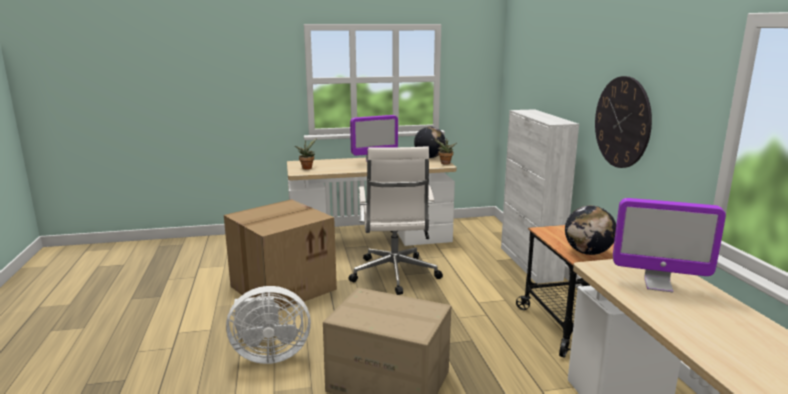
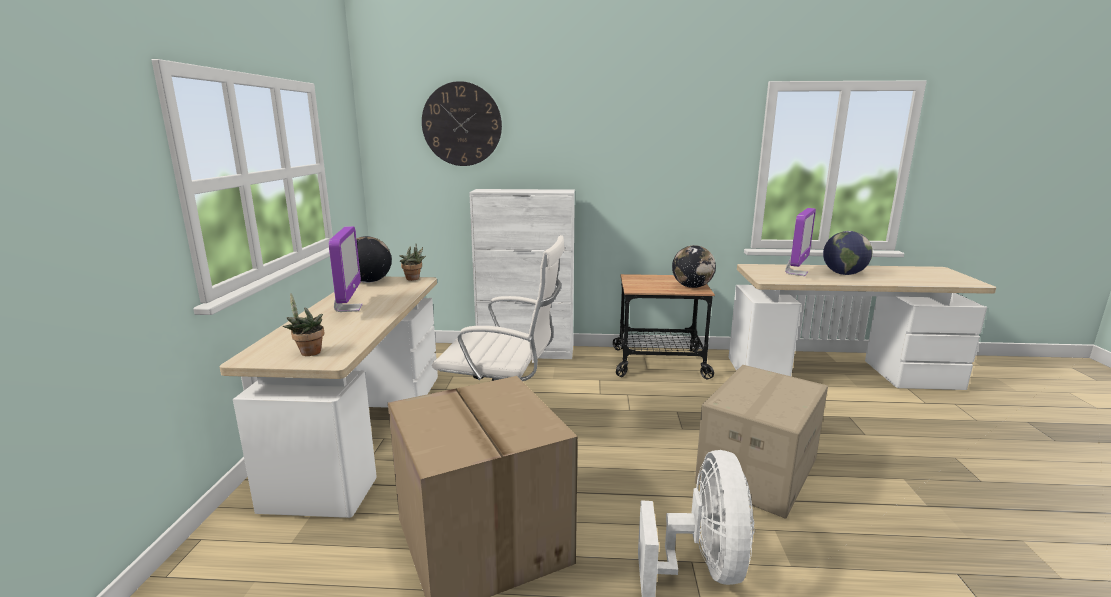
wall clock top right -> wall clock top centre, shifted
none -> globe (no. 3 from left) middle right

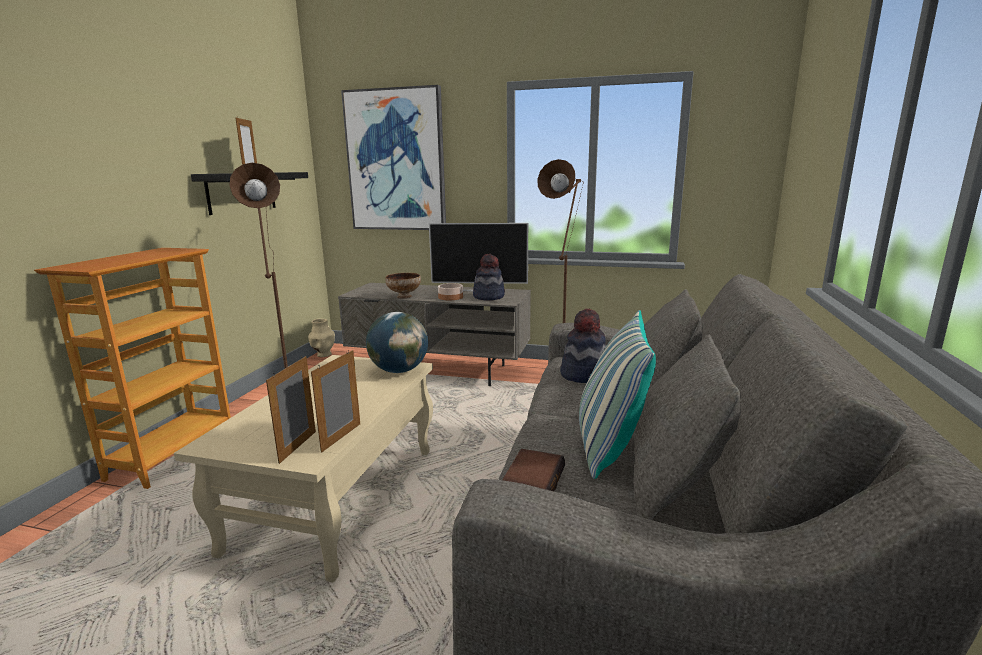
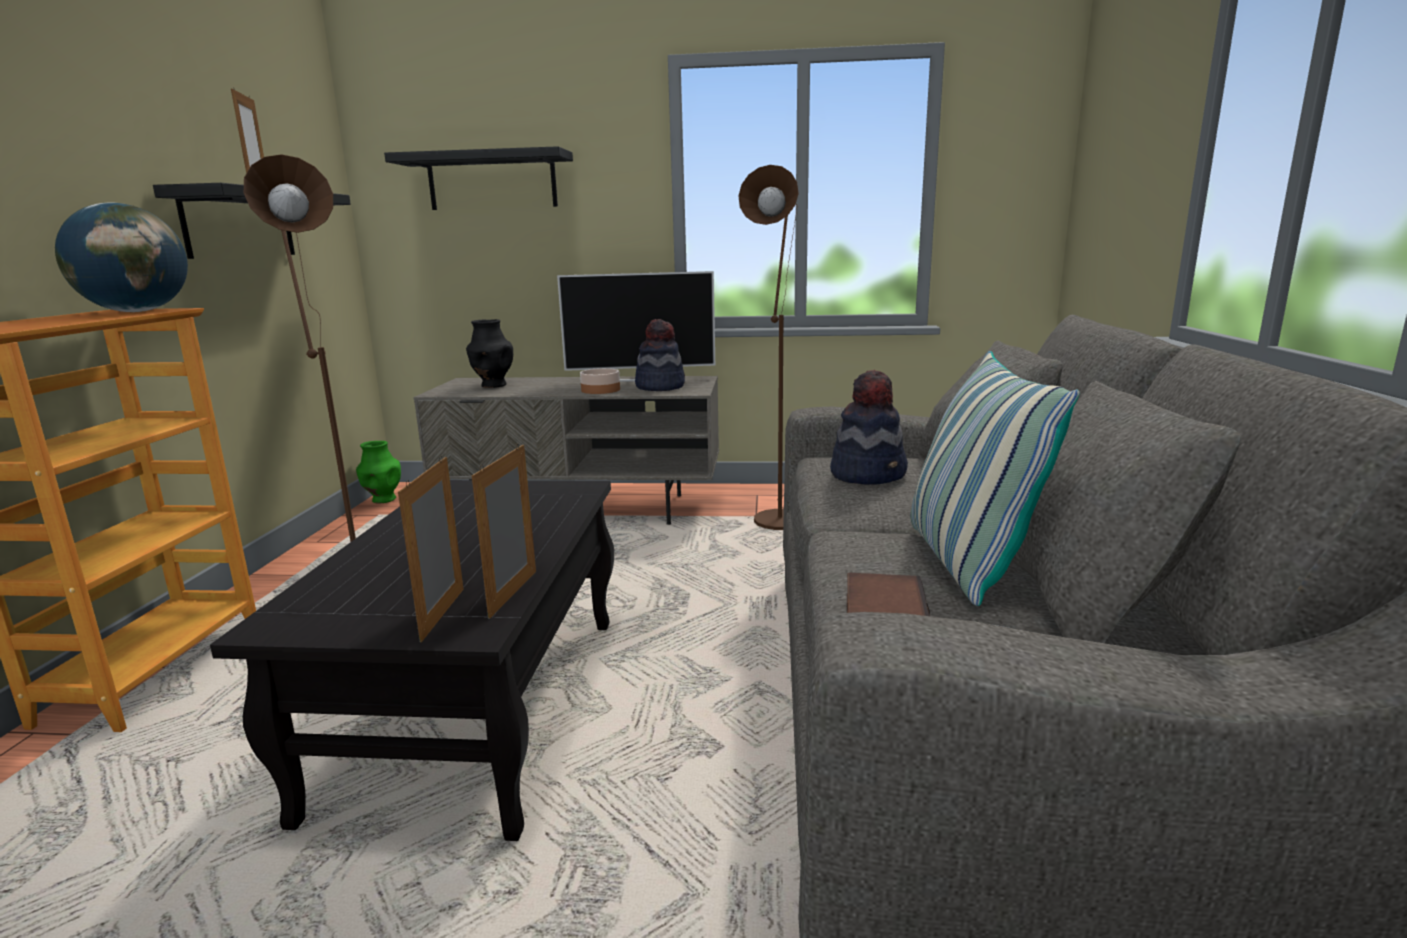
picture top centre -> black shelf (no. 2 from left) top centre
bowl (no. 1 from left) centre -> none
globe centre -> globe top left, shifted
beige vase middle left -> green vase middle left
beige coffee table bottom left -> black coffee table bottom left
none -> black vase centre

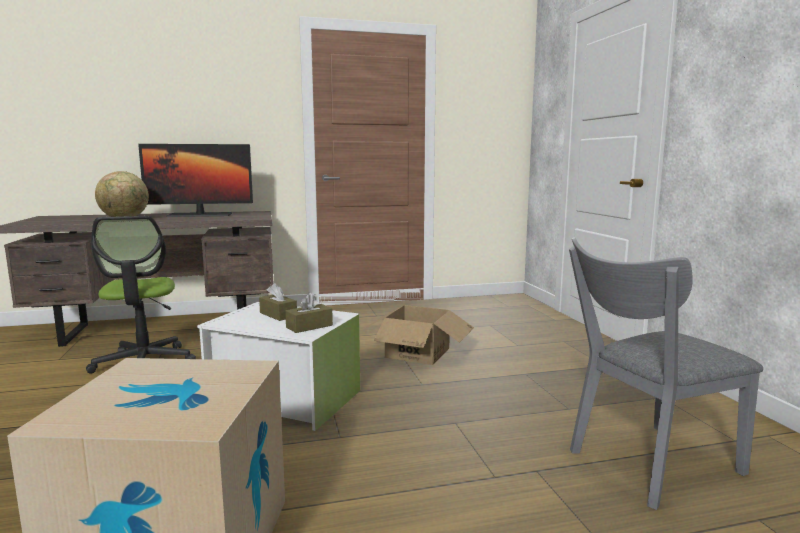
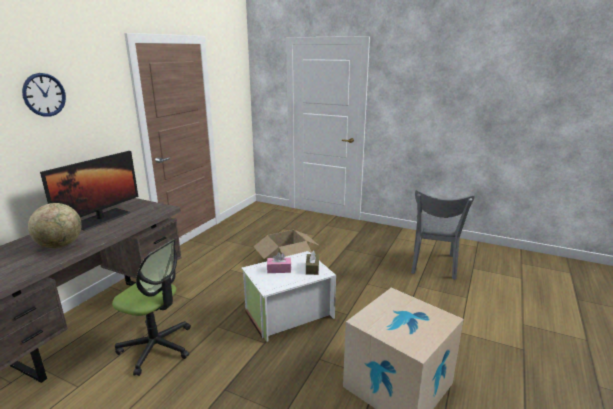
brown tissue box (no. 1 from left) centre -> pink tissue box centre
none -> wall clock top left

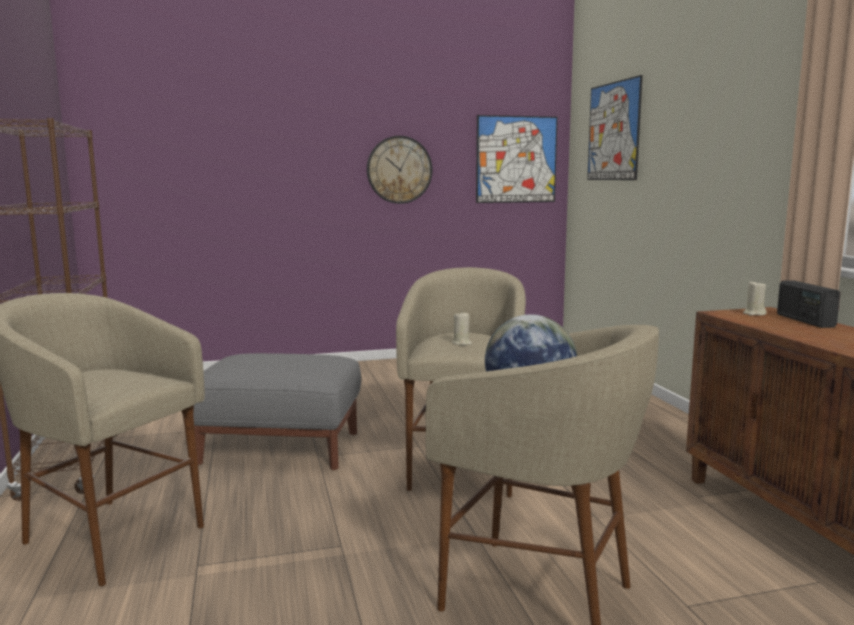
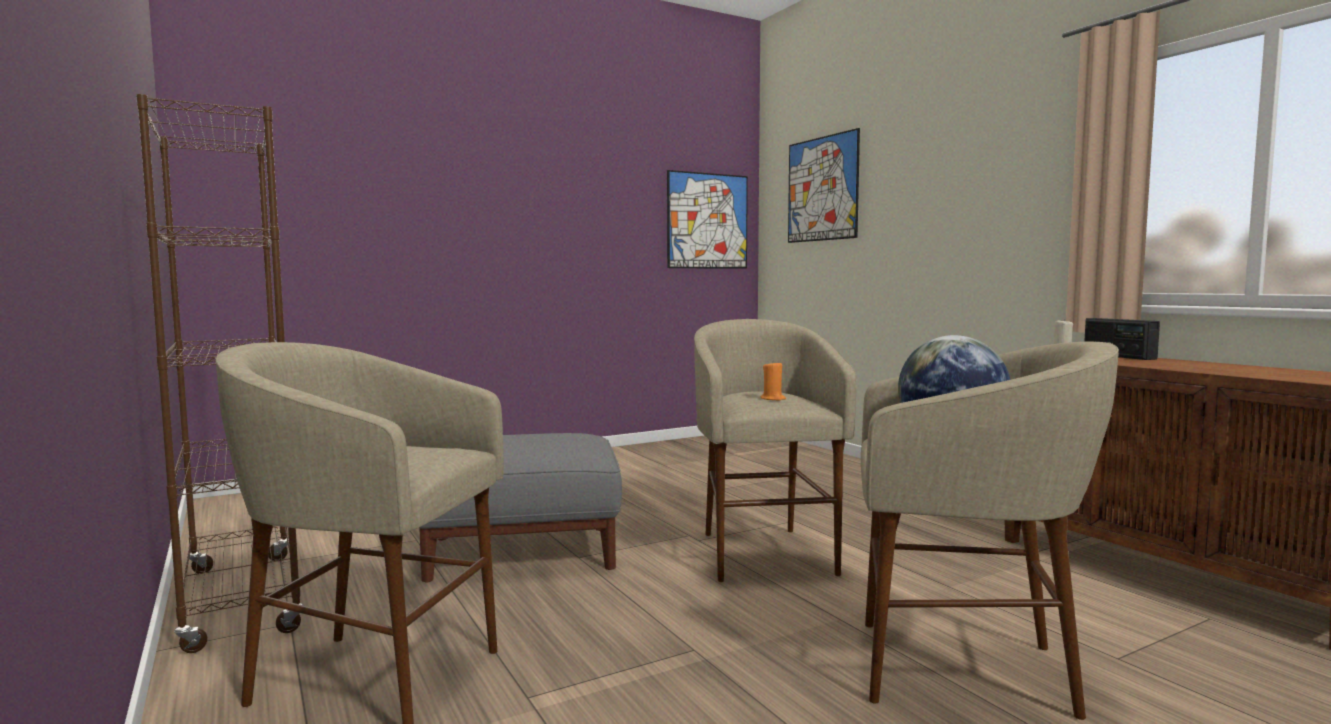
wall clock top centre -> none
beige candle (no. 1 from left) centre -> orange candle centre

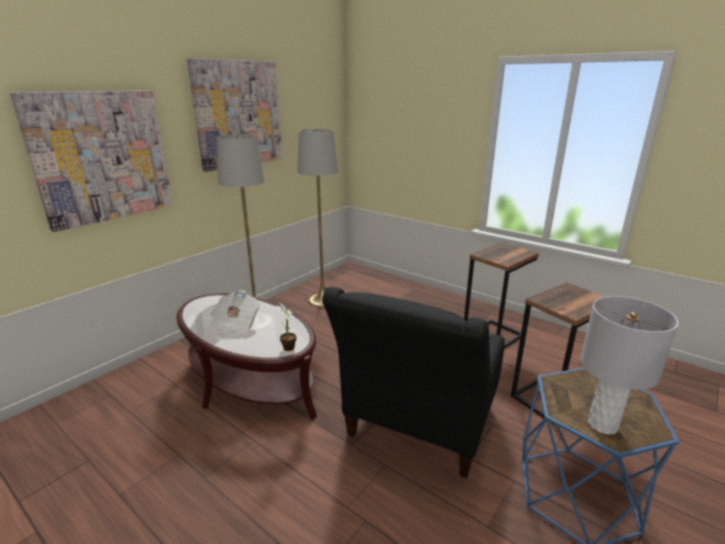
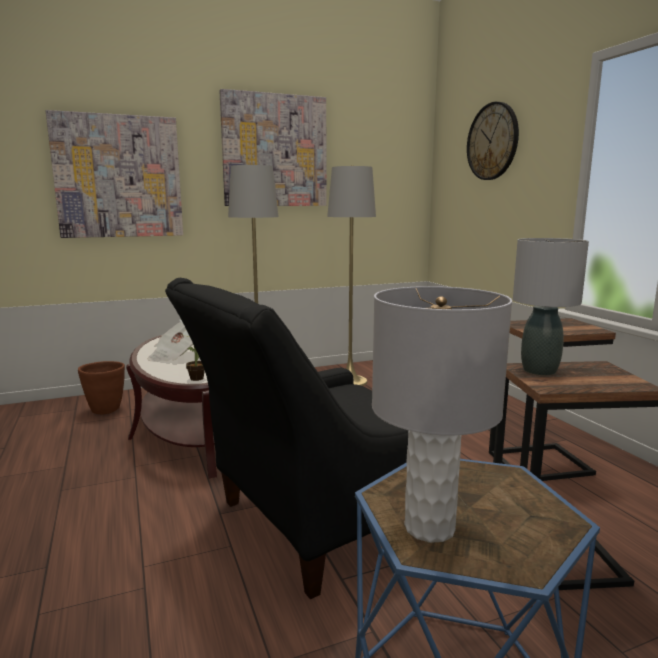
none -> wall clock top right
none -> grey table lamp (no. 2 from left) middle right
none -> brown planter middle left

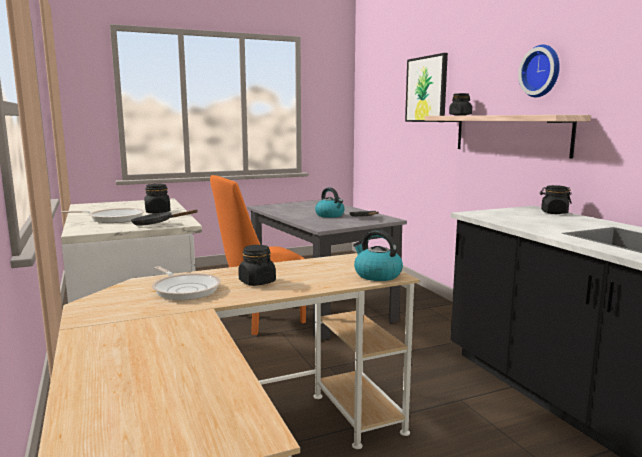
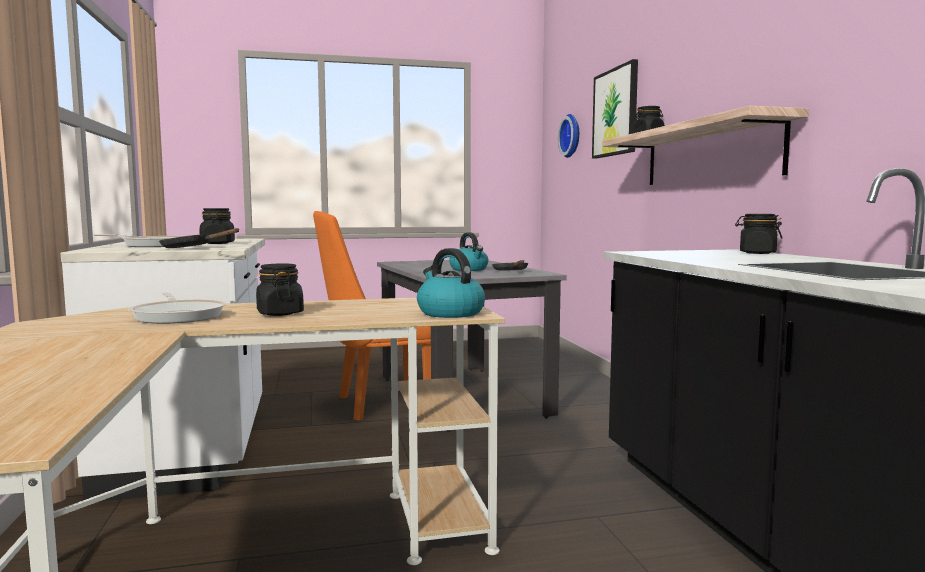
wall clock top right -> wall clock top centre, shifted

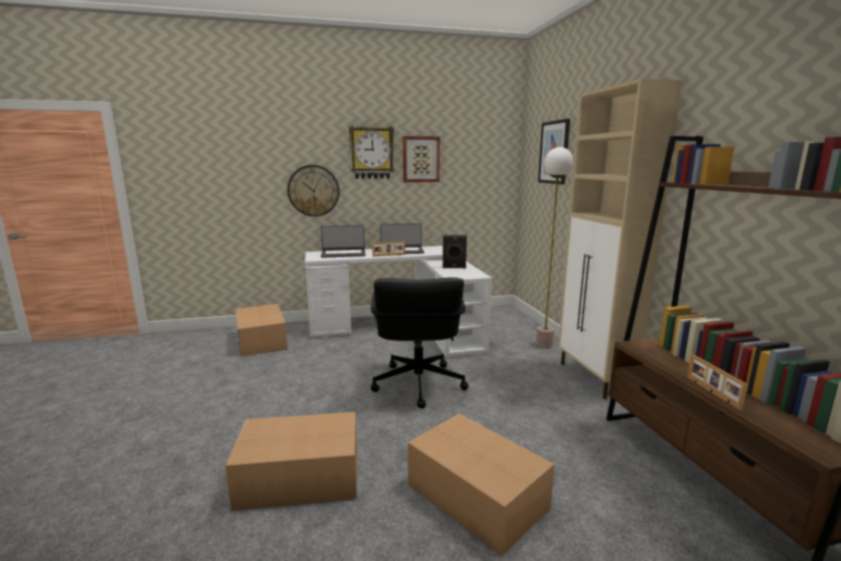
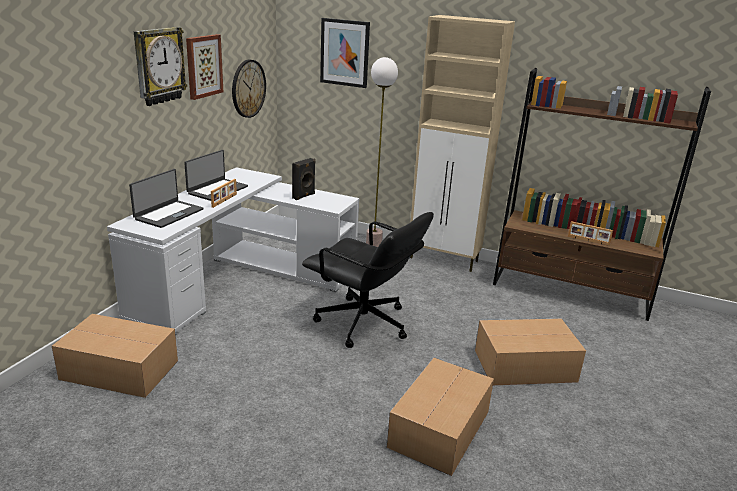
wall clock (no. 1 from left in the first image) centre -> wall clock (no. 2 from left) top centre, shifted

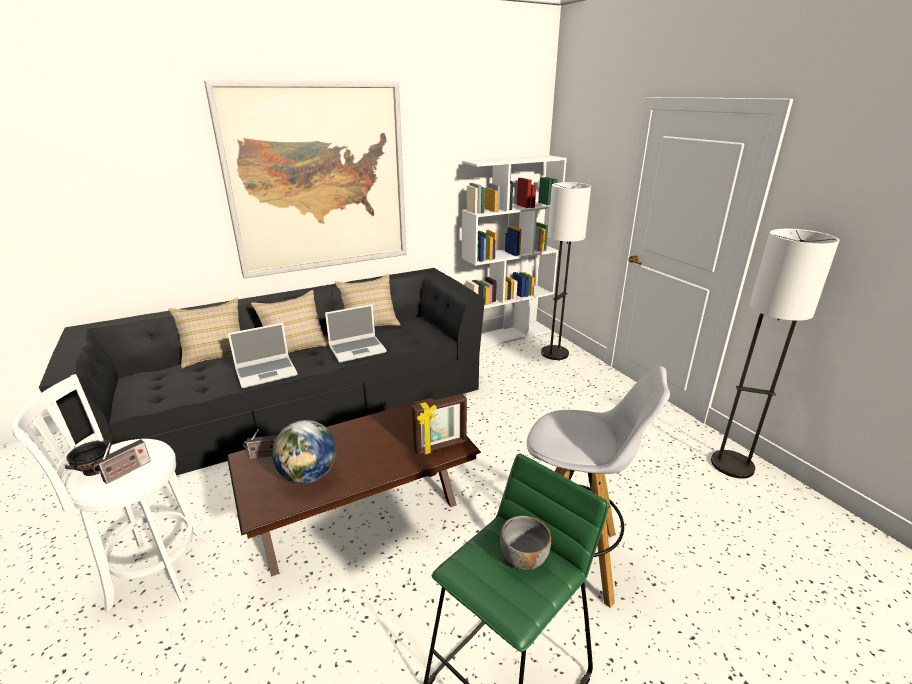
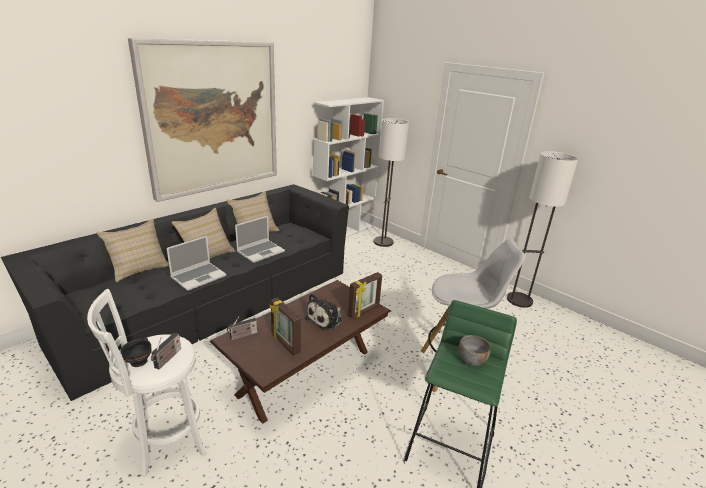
globe centre -> picture frame (no. 1 from left) bottom centre
none -> plush toy centre

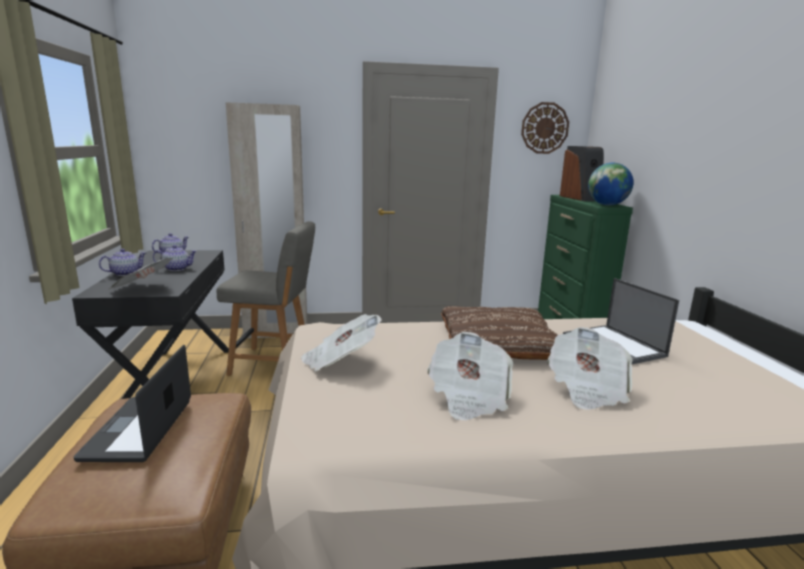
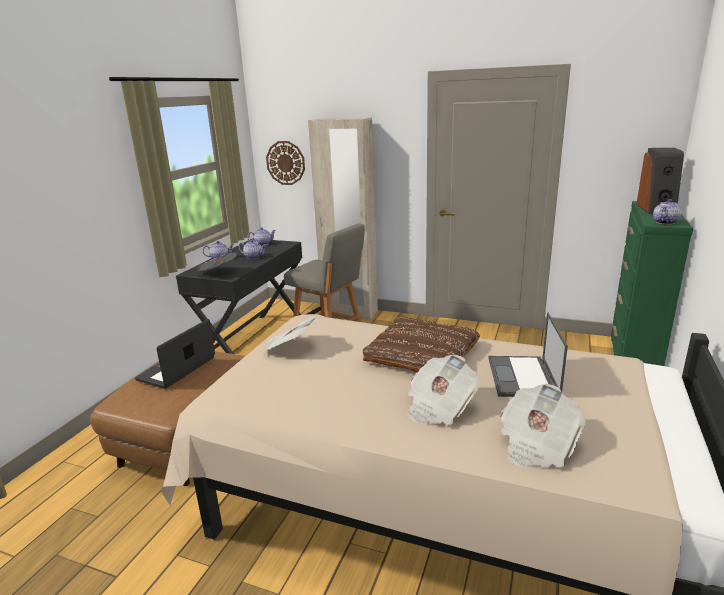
wall clock top right -> wall clock top centre, shifted
globe top right -> teapot (no. 4 from left) middle right
newspaper (no. 3 from left in the first image) centre -> newspaper (no. 4 from left) bottom right, shifted

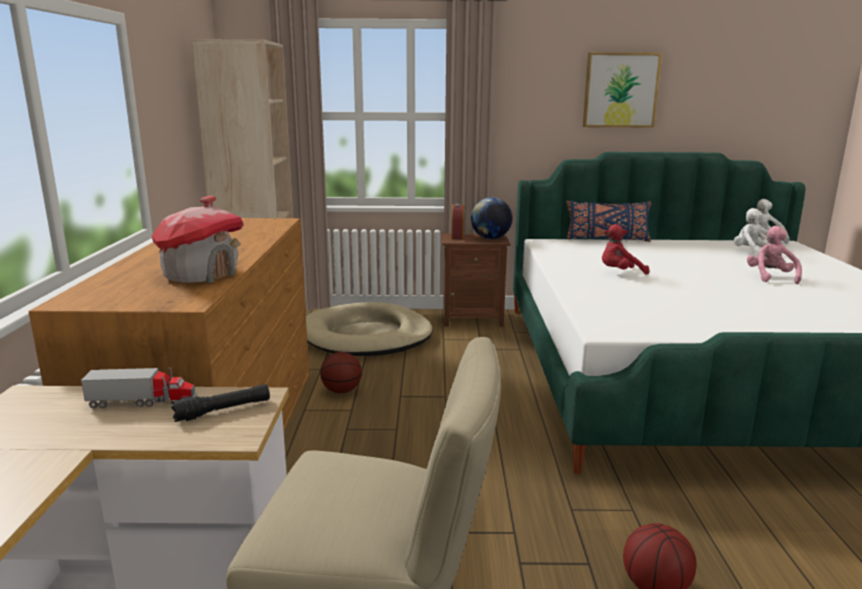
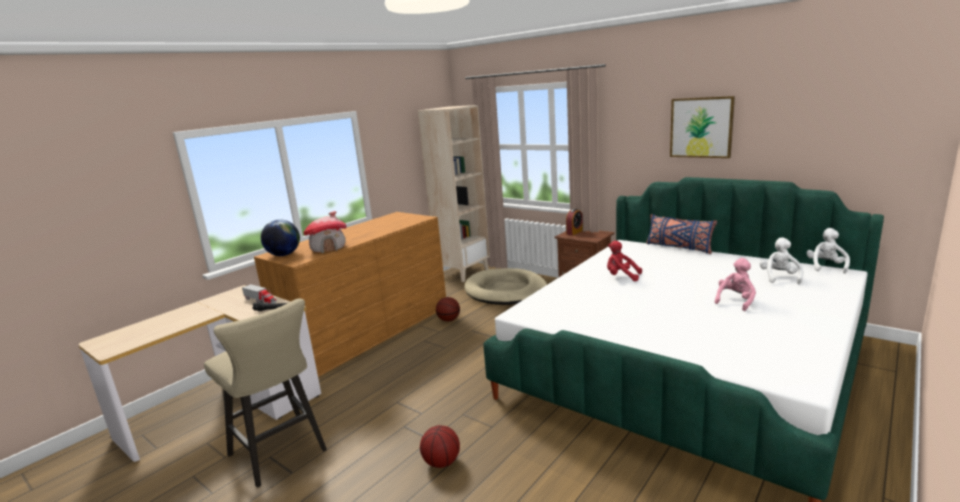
globe centre -> globe middle left, shifted

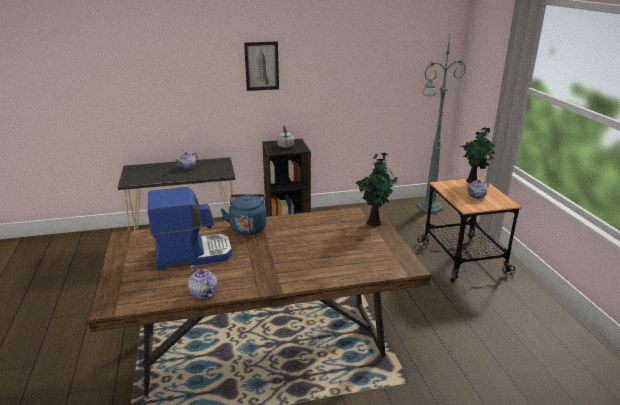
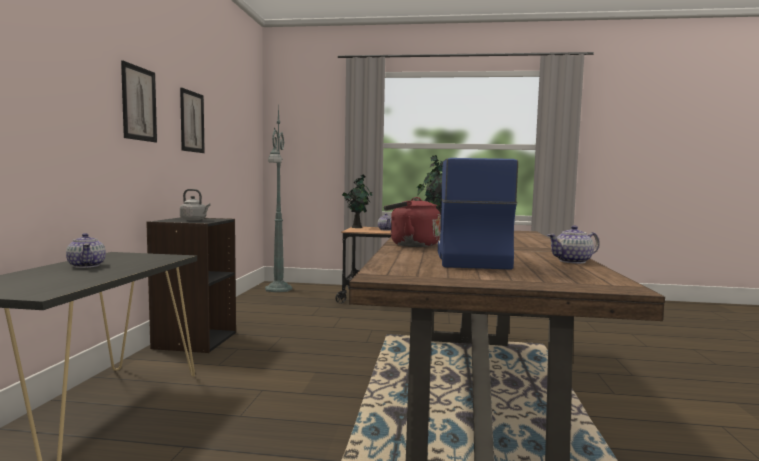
blue kettle centre -> red kettle centre
none -> picture (no. 2 from left) top left

